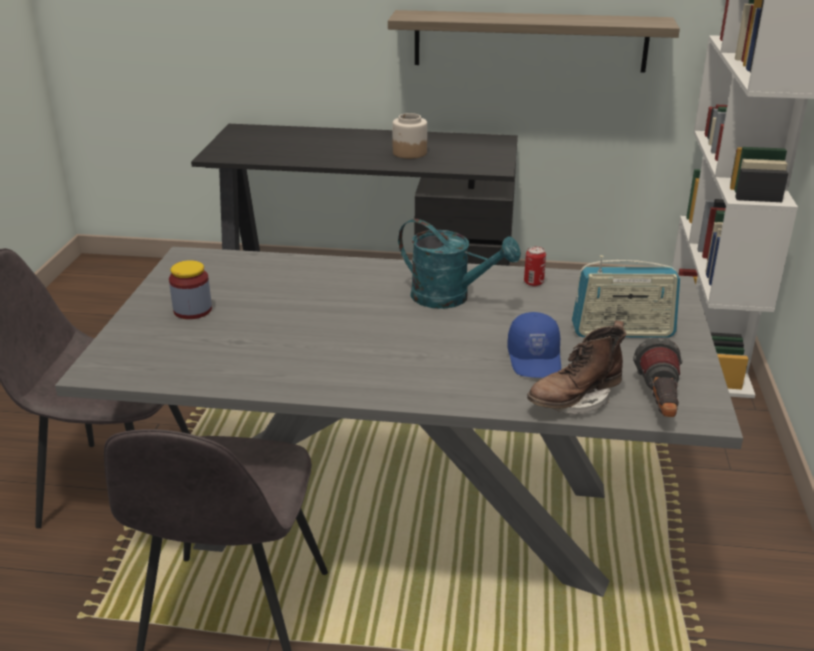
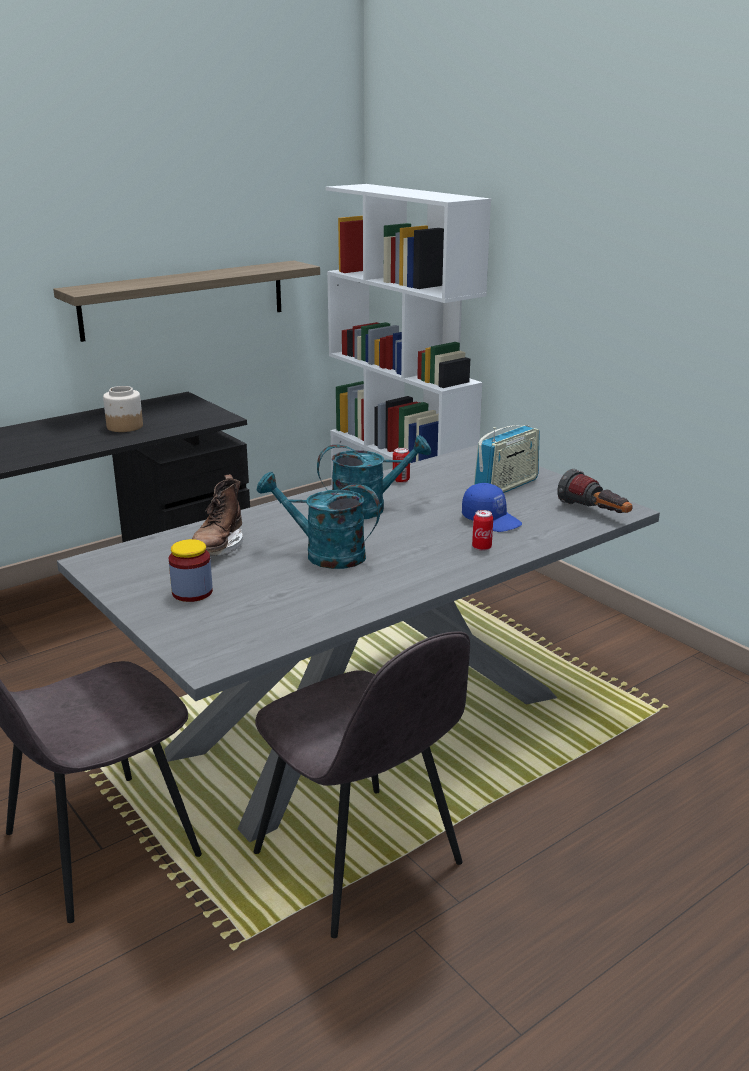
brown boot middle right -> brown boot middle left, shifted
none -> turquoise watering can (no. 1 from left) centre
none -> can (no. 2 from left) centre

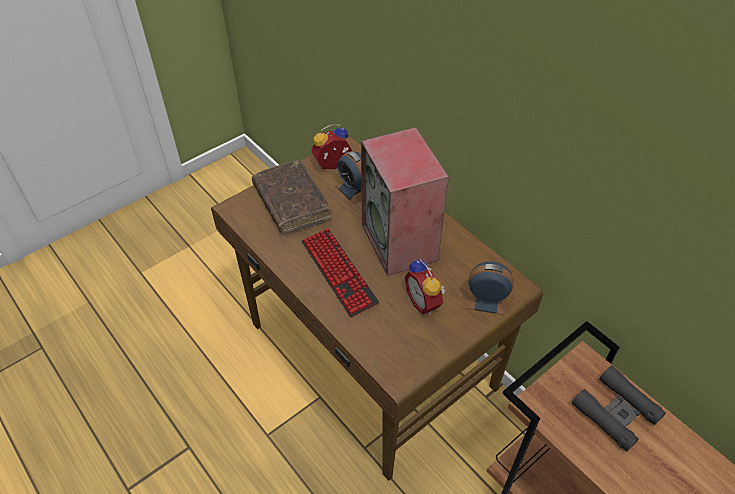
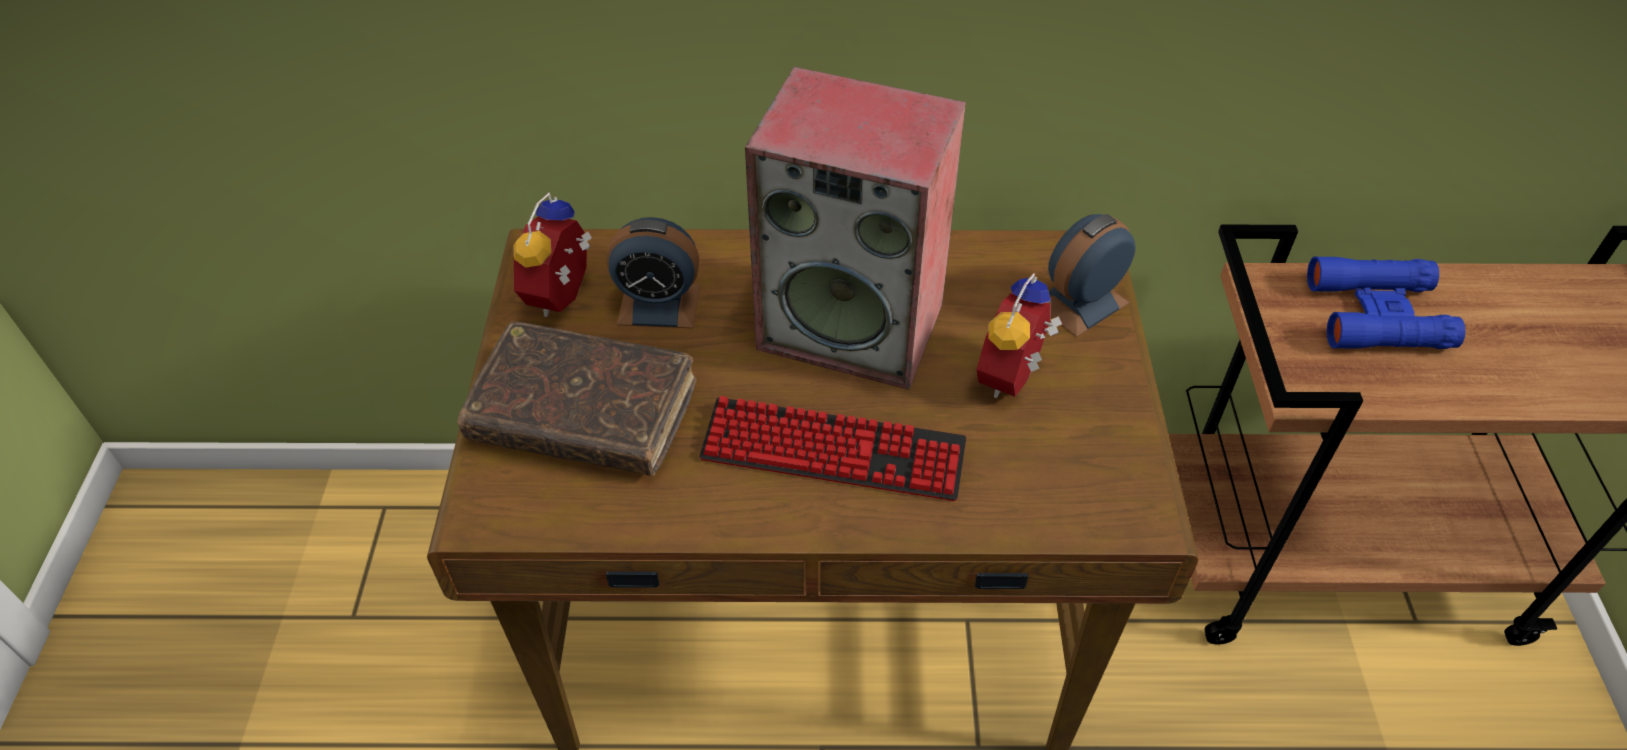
alarm clock (no. 3 from left) centre, 105 degrees clockwise
black binoculars bottom right -> blue binoculars middle right

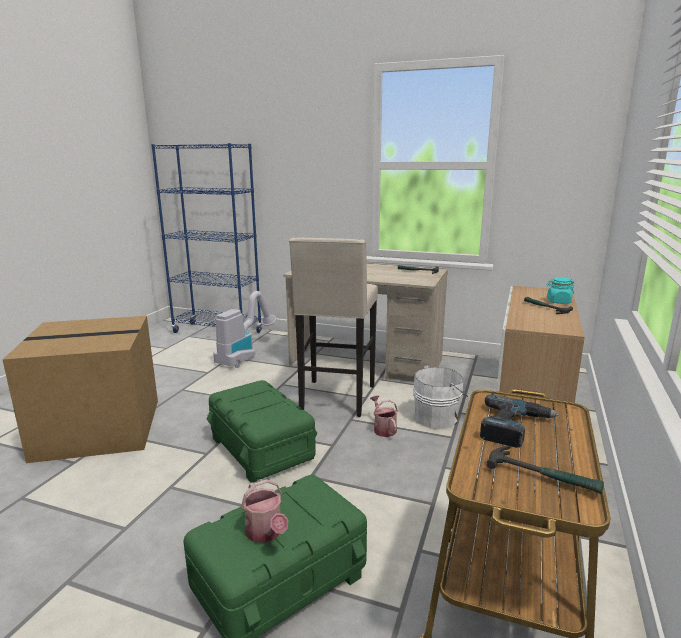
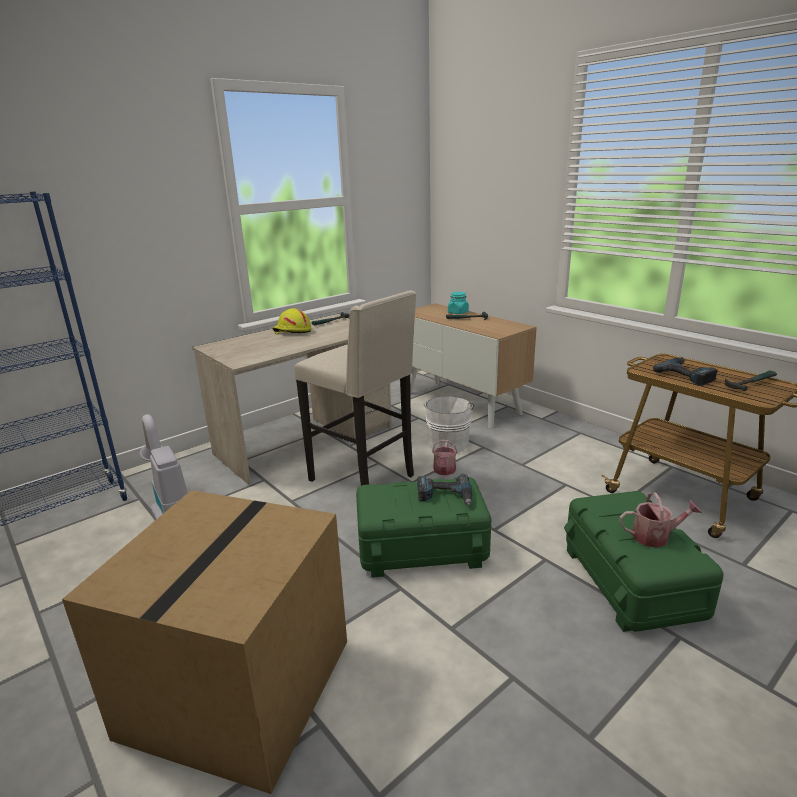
watering can (no. 2 from left in the first image) centre -> watering can (no. 1 from left) centre, 90 degrees counterclockwise
none -> yellow hard hat centre
none -> power drill (no. 1 from left) centre

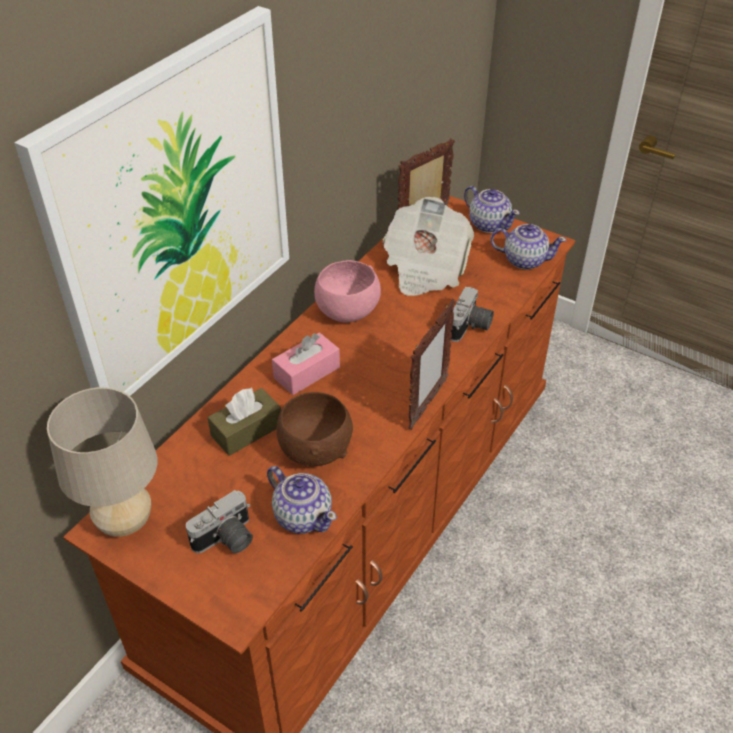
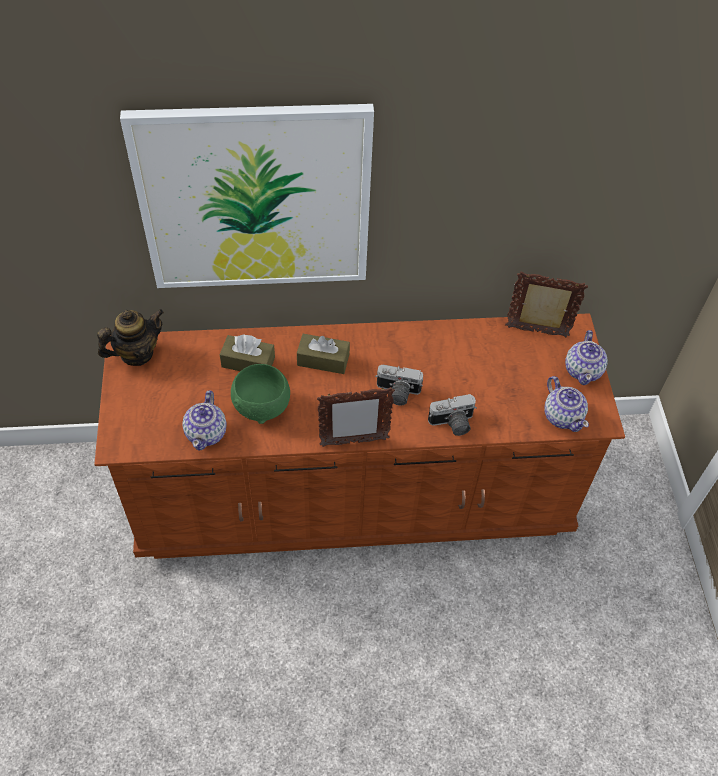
newspaper centre -> none
pink bowl centre -> none
pink tissue box centre -> brown tissue box (no. 2 from left) centre
beige table lamp middle left -> teapot (no. 1 from left) middle left
brown bowl centre -> green bowl centre
photo camera (no. 1 from left) bottom left -> photo camera (no. 1 from left) centre, shifted

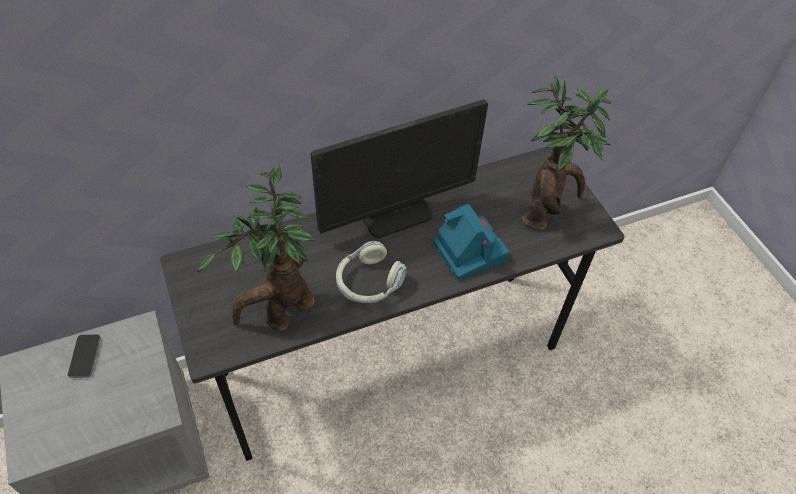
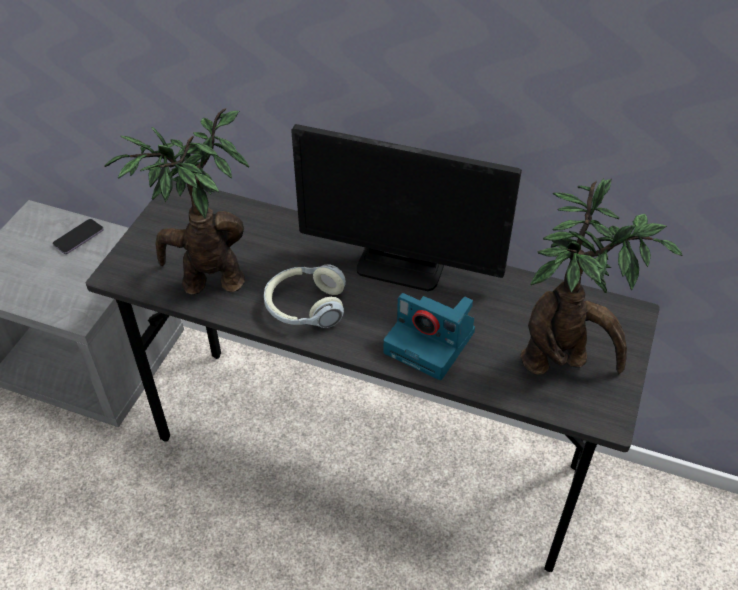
photo camera centre, 105 degrees clockwise

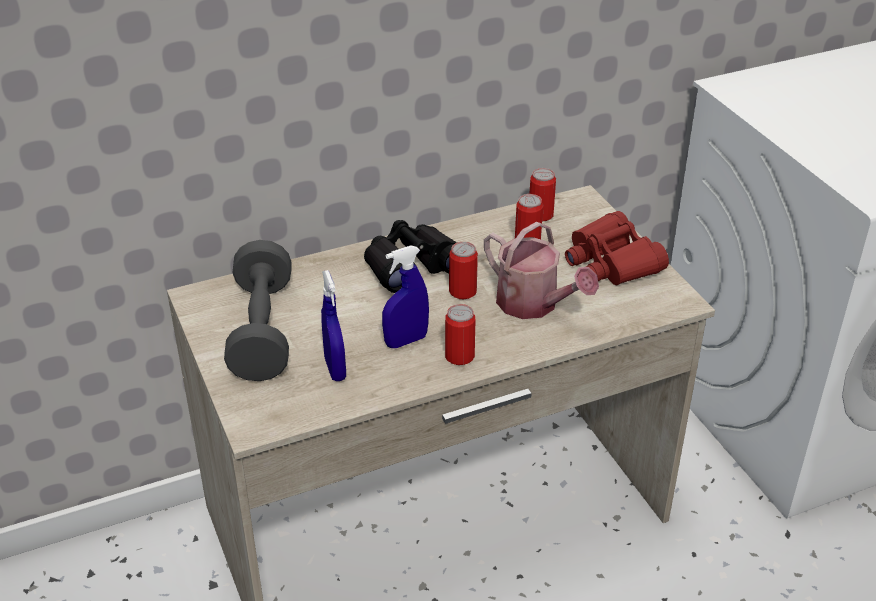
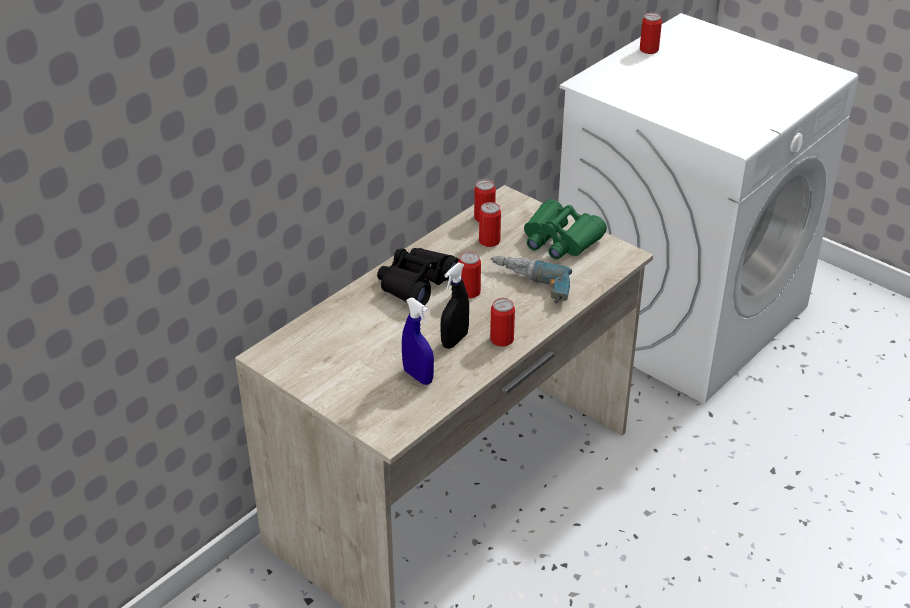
red binoculars middle right -> green binoculars centre
watering can centre -> power drill centre
grey dumbbell middle left -> none
blue spray bottle (no. 2 from left) centre -> black spray bottle centre
none -> can (no. 5 from left) top right

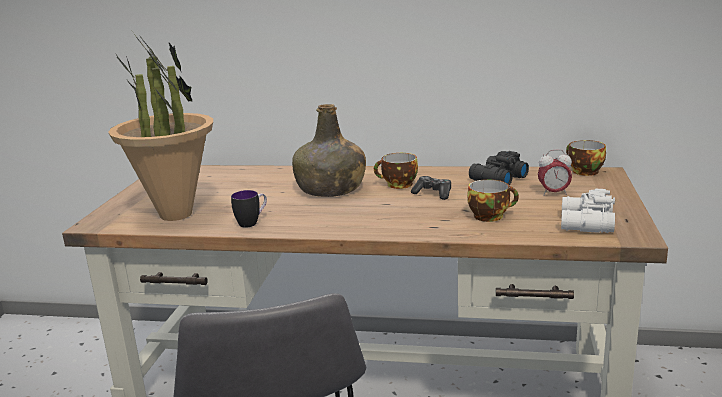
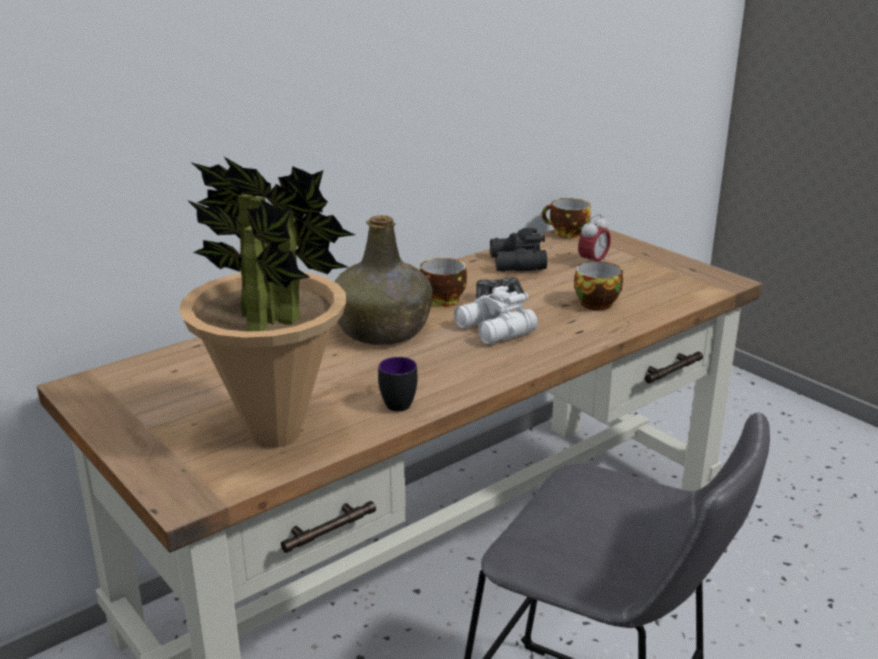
white binoculars middle right -> white binoculars centre, shifted

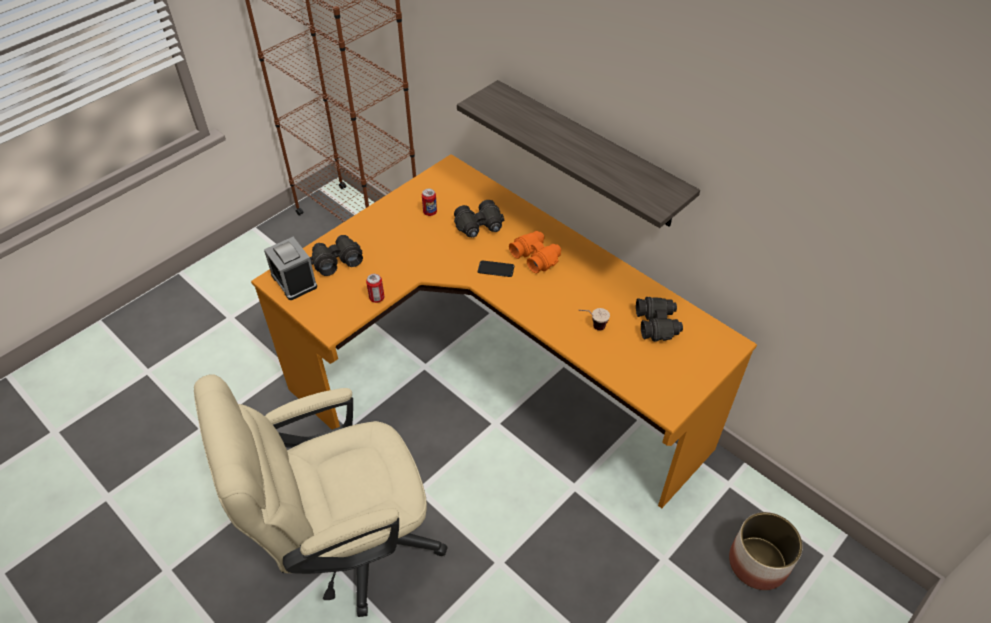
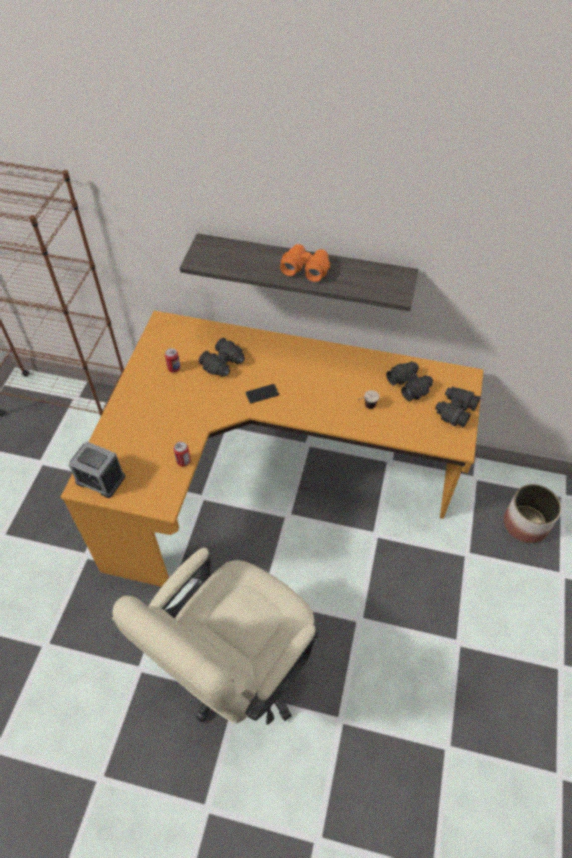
orange binoculars centre -> orange binoculars top centre, shifted
black binoculars (no. 1 from left in the first image) centre -> black binoculars (no. 3 from left) middle right, shifted

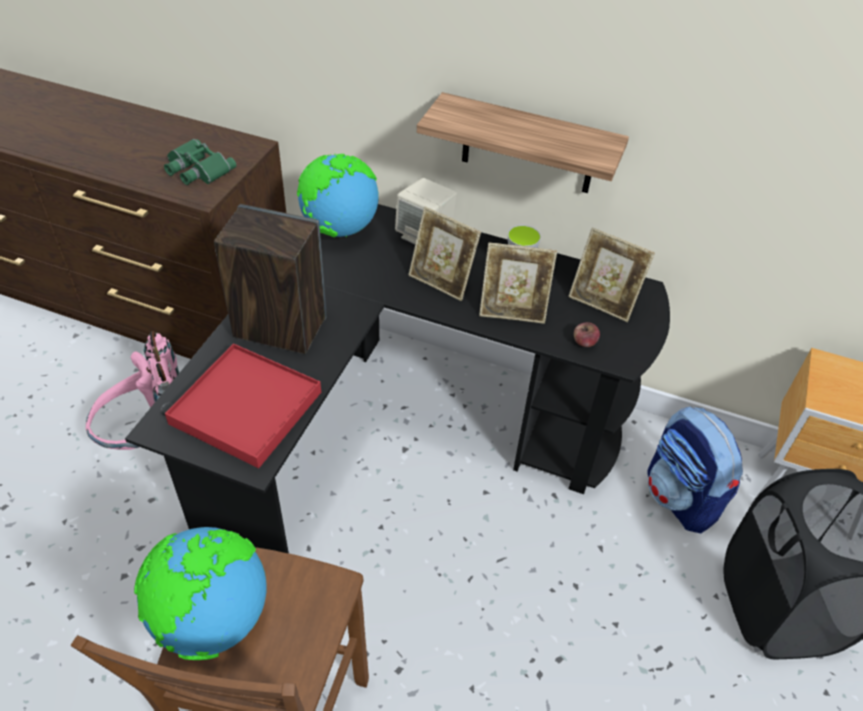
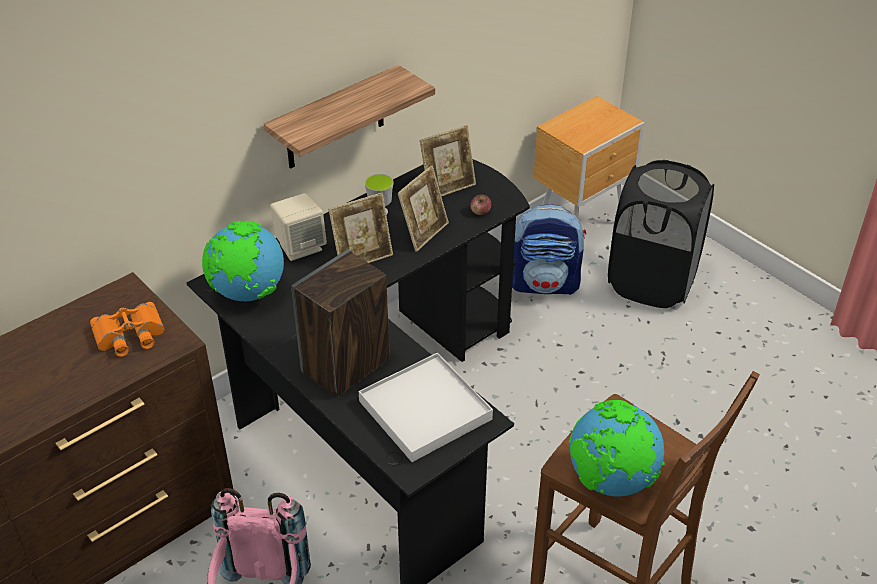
green binoculars top left -> orange binoculars middle left
red tray middle left -> white tray bottom centre

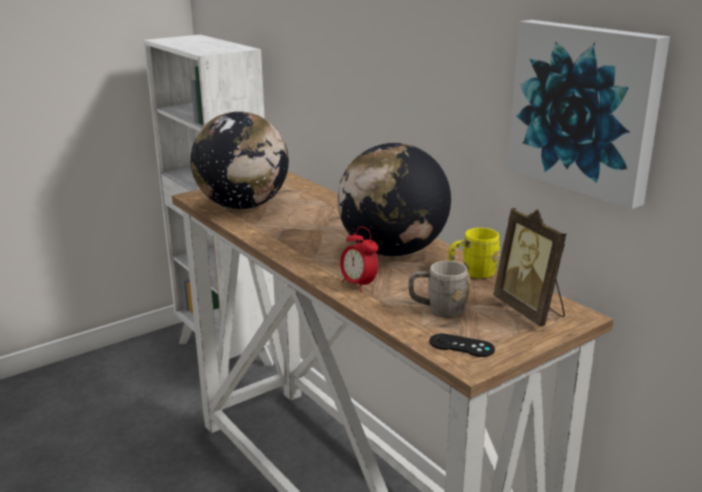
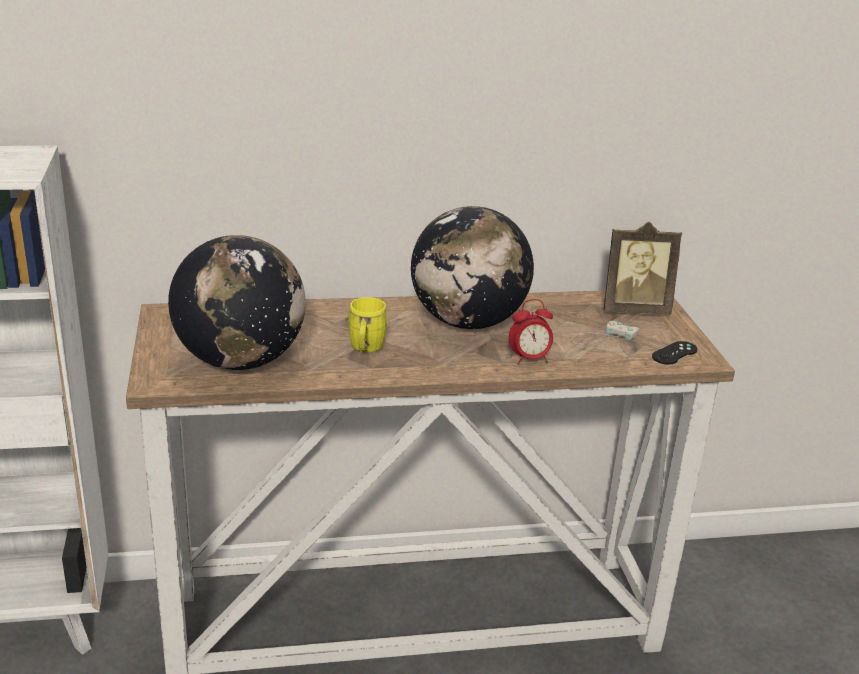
picture top right -> none
yellow mug middle right -> yellow mug centre, shifted
grey mug centre -> white game controller middle right

